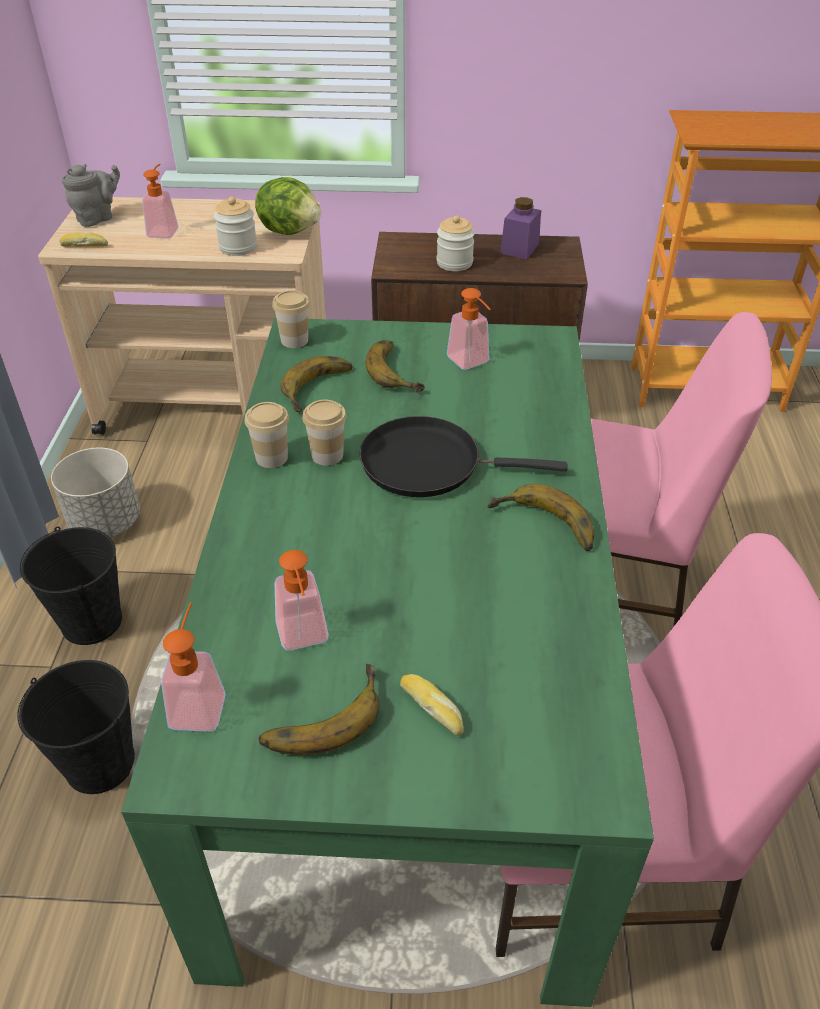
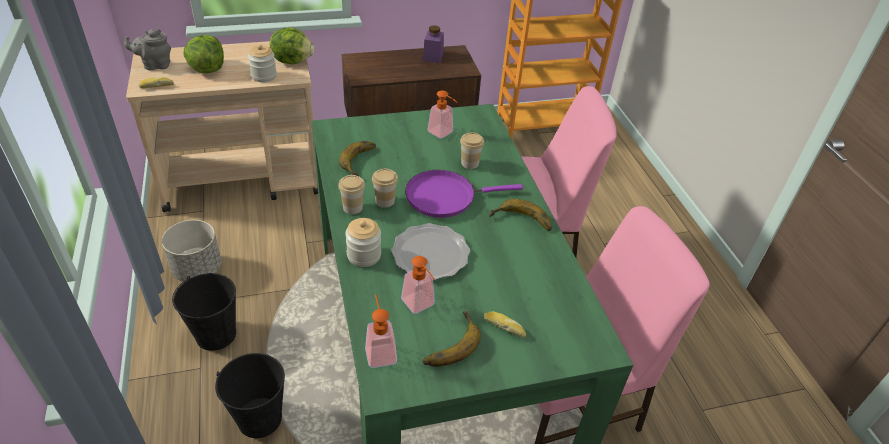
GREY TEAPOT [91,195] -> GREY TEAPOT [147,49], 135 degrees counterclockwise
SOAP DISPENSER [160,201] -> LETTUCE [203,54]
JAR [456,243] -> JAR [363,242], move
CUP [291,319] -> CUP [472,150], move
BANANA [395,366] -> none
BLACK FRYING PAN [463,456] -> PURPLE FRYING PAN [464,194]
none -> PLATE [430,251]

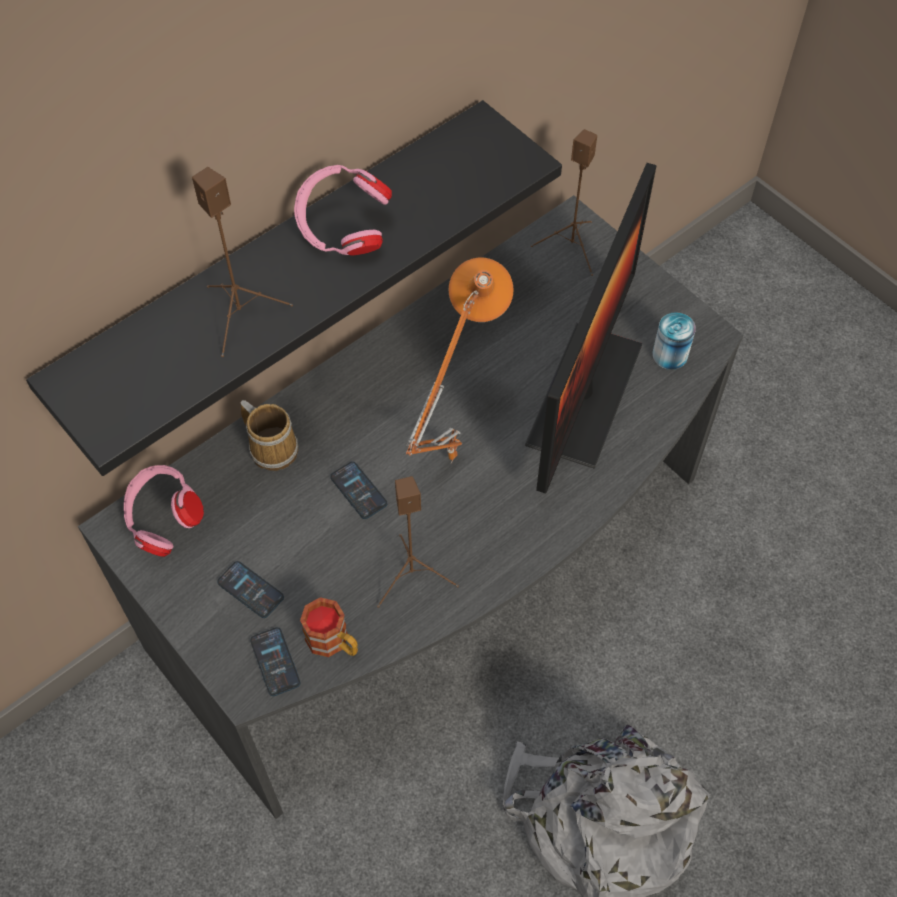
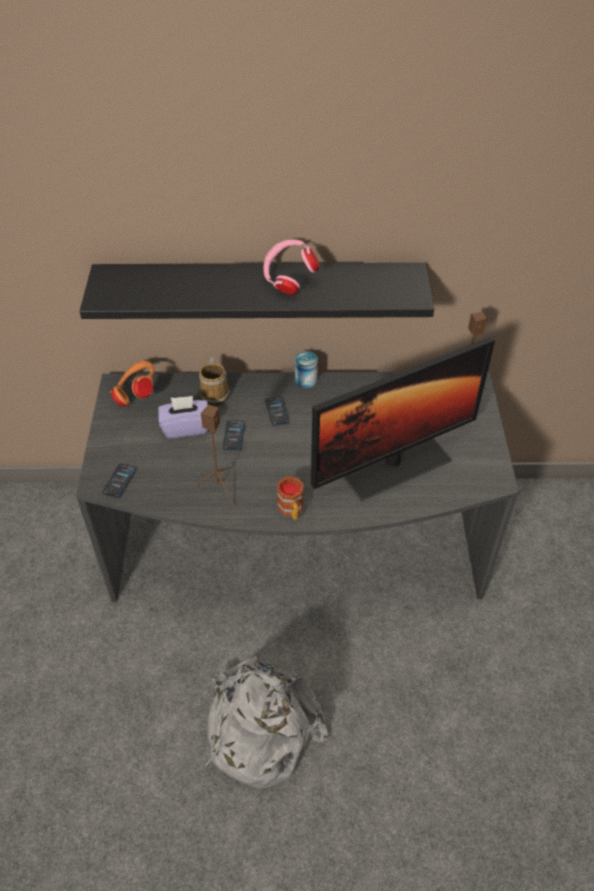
BROWN SPEAKER [242,262] -> none
ORANGE TABLE LAMP [459,360] -> none
CAN [674,341] -> CAN [306,369], move
PINK HEADPHONES [164,511] -> ORANGE HEADPHONES [132,384]
PHONE [250,589] -> PHONE [277,411], move
MUG [329,627] -> MUG [290,498], move
none -> PURPLE TISSUE BOX [183,417]

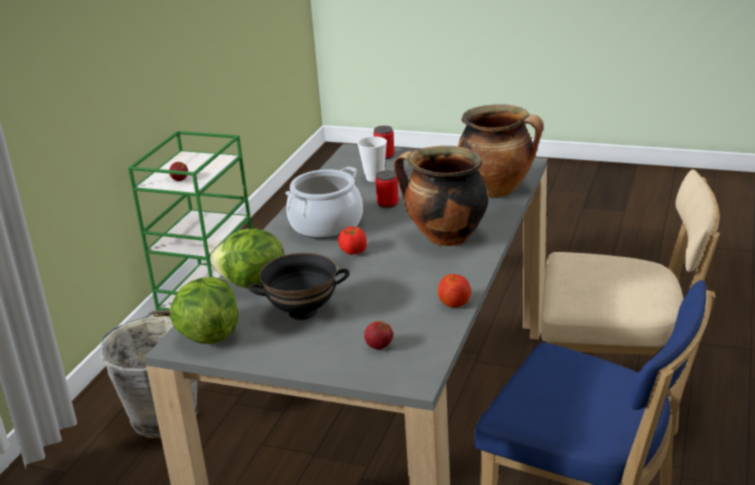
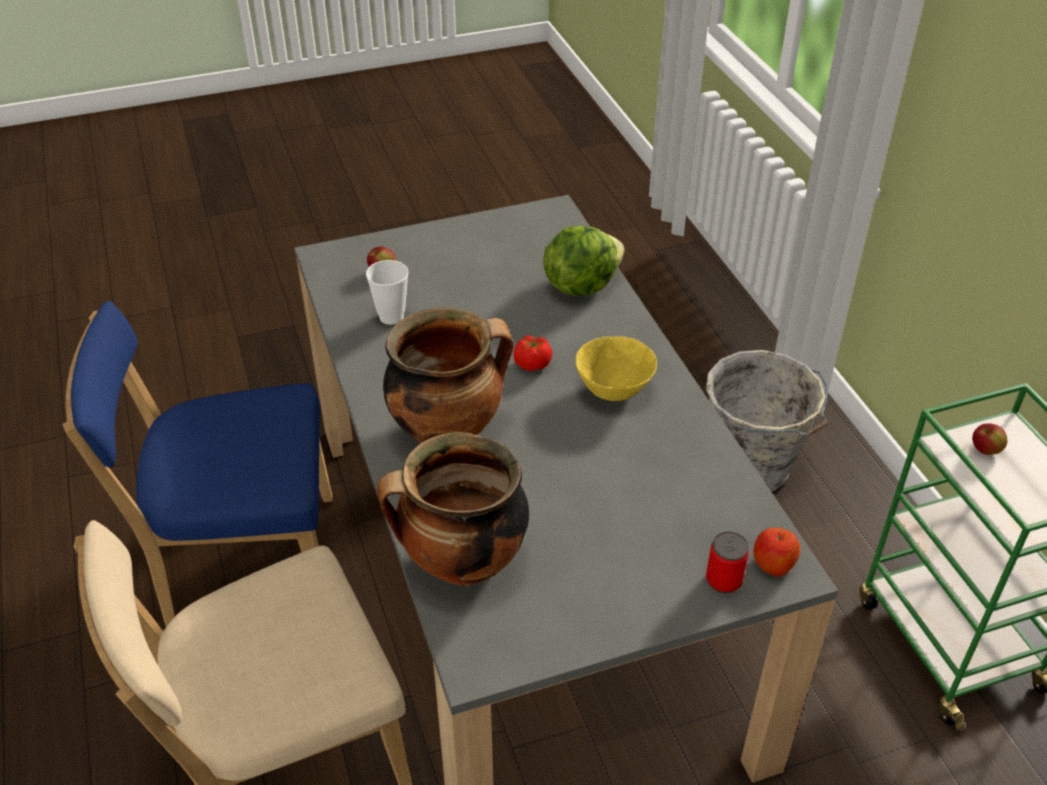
CUP [372,159] -> CUP [387,292], move
COOKING POT [324,203] -> YELLOW BOWL [616,368]
CAN [387,189] -> none
BLACK BOWL [299,286] -> none
APPLE [454,290] -> APPLE [777,552], move
LETTUCE [204,310] -> none

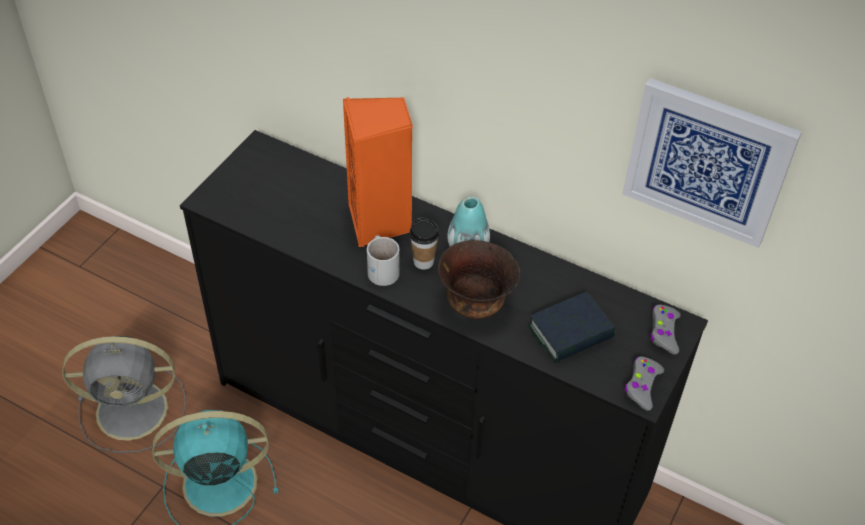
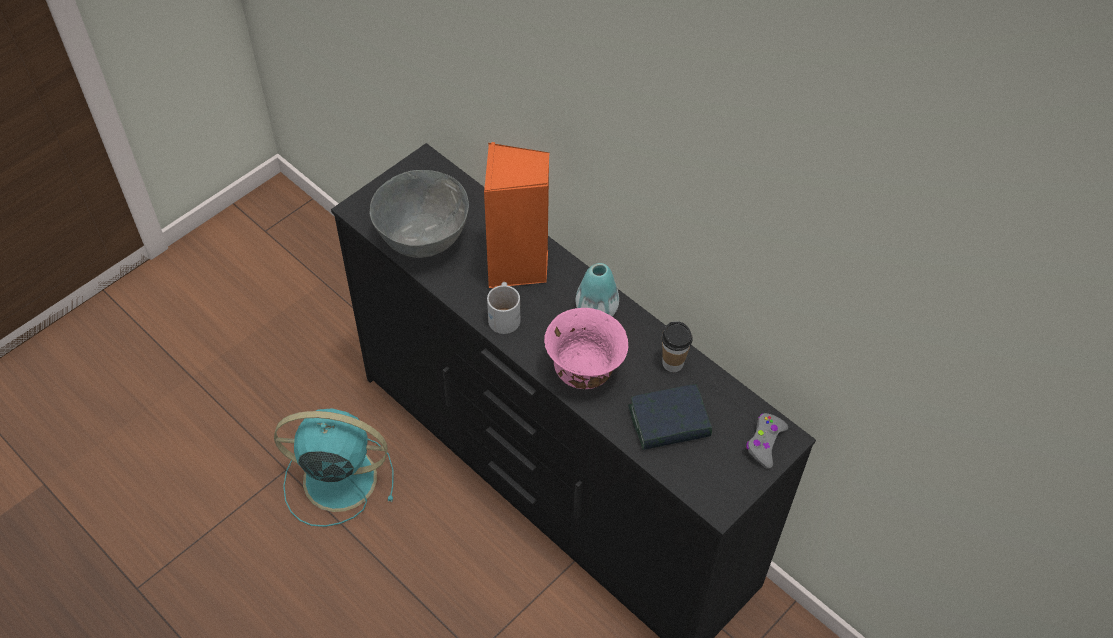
PICTURE [712,163] -> none
CUP [424,244] -> CUP [677,346], move
BROWN BOWL [479,279] -> PINK BOWL [586,348]
GREY FAN [124,394] -> none
GREY GAME CONTROLLER [644,383] -> none
none -> GREY BOWL [419,214]

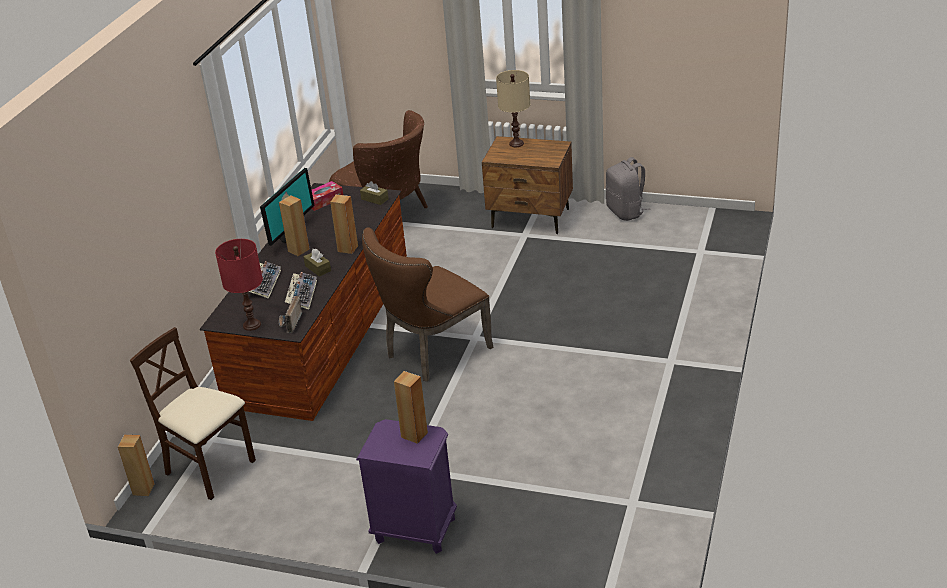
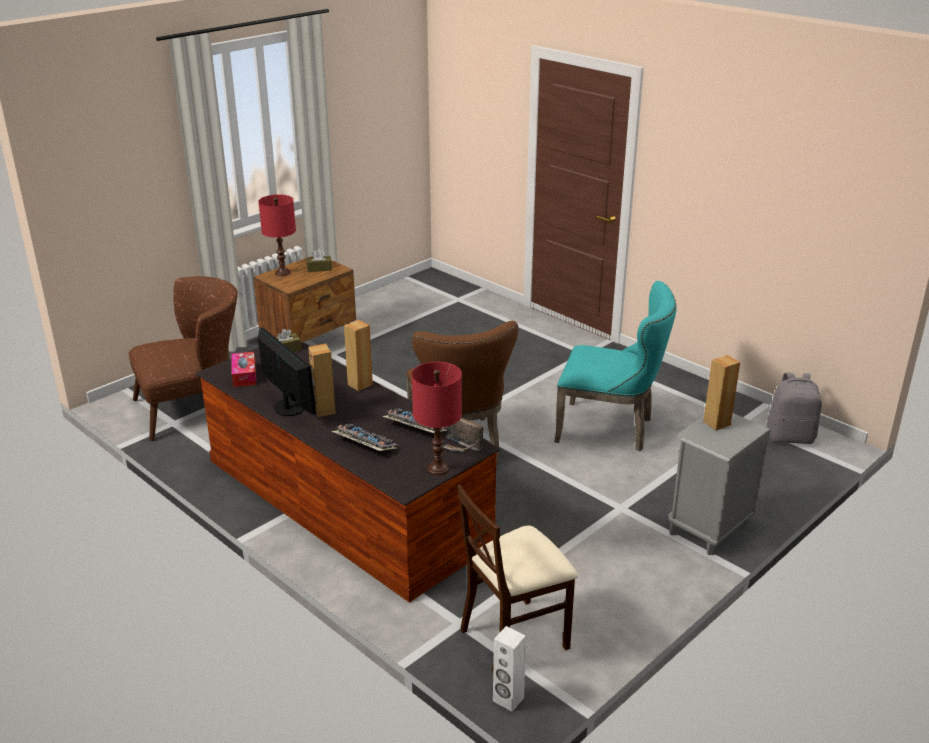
BEIGE TABLE LAMP [513,108] -> RED TABLE LAMP [277,235]
GREY BACKPACK [628,189] -> GREY BACKPACK [794,408], move
BROWN TISSUE BOX [317,263] -> BROWN TISSUE BOX [319,260], move
PURPLE NIGHTSTAND [406,486] -> GREY NIGHTSTAND [719,484]
BROWN SPEAKER [136,465] -> WHITE SPEAKER [509,669]
none -> TURQUOISE CHAIR [615,366]

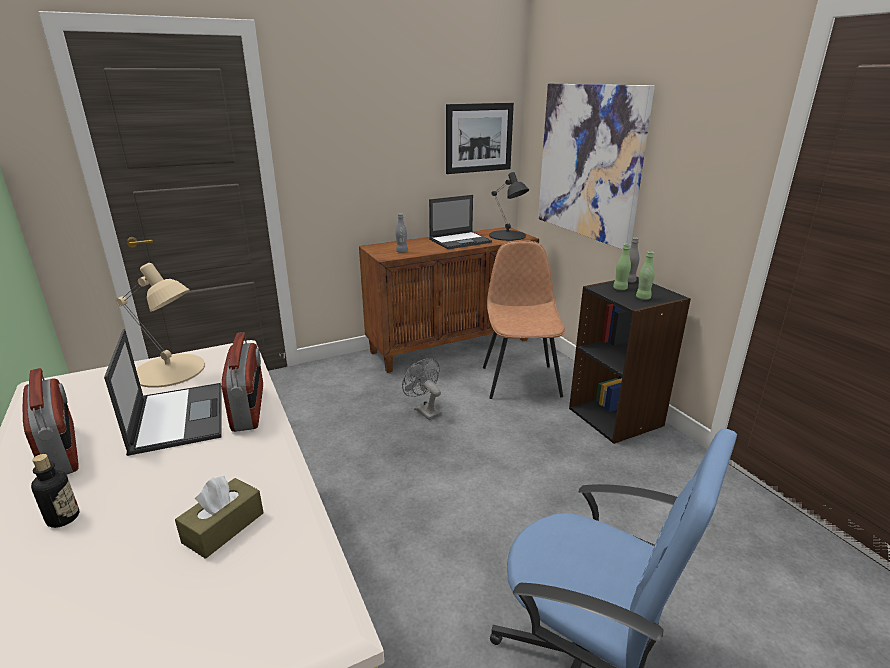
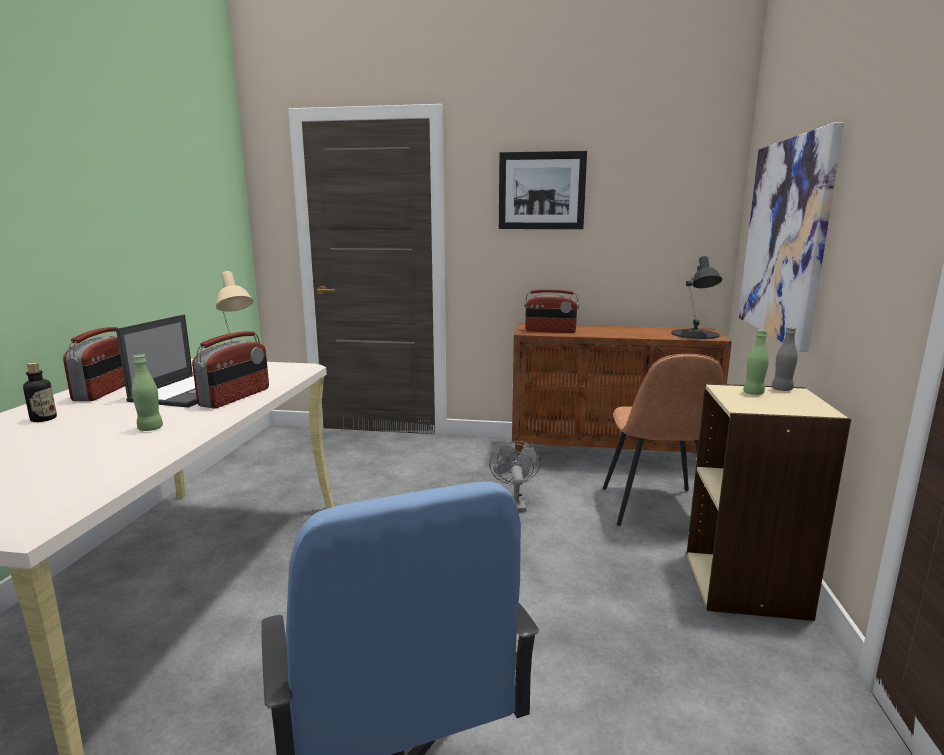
PICTURE [480,138] -> PICTURE [543,190], move
LAPTOP [460,222] -> none
GREY BOTTLE [401,233] -> RADIO [551,311]
BROWN CHAIR [524,319] -> BROWN CHAIR [663,440], 150 degrees clockwise
GREEN BOTTLE [645,275] -> GREEN BOTTLE [147,392], move
BLACK BOOKCASE [630,360] -> BEIGE BOOKCASE [769,502]
BROWN TISSUE BOX [219,517] -> none

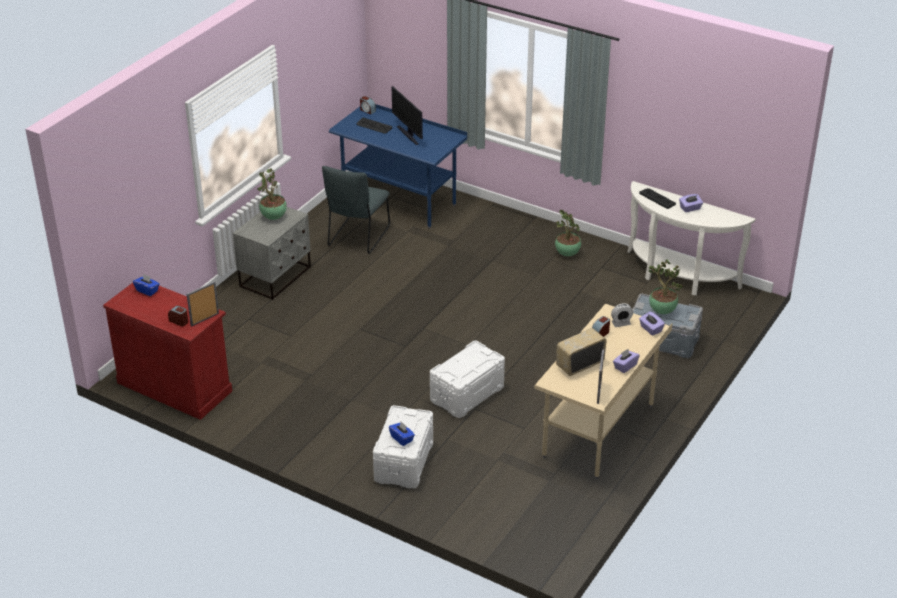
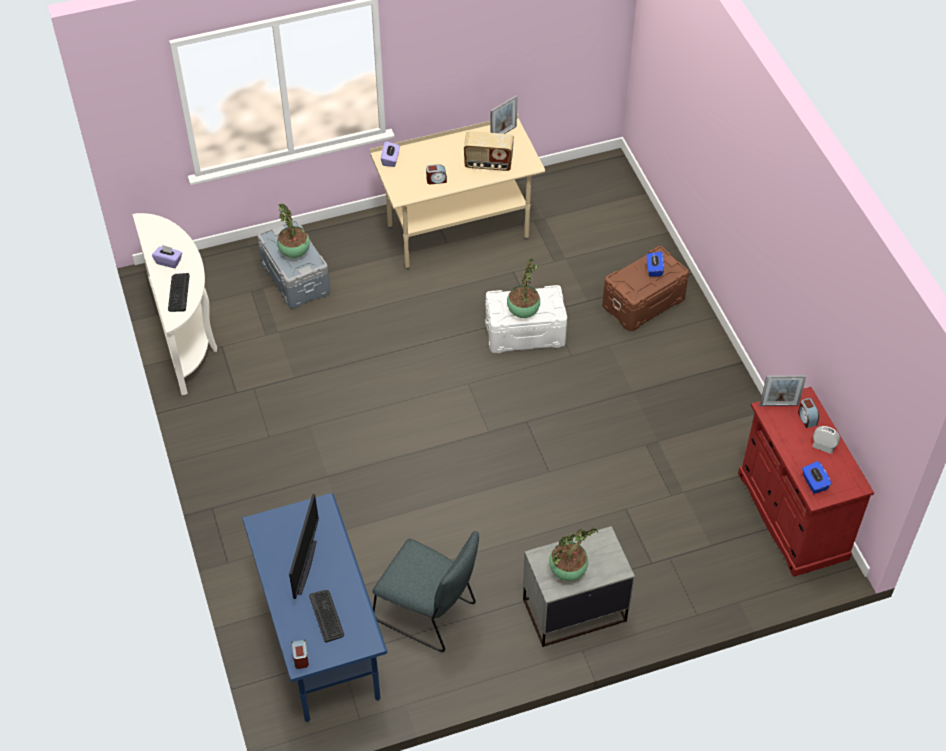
GREY CHAIR [356,210] -> GREY CHAIR [425,591], 60 degrees clockwise
POTTED PLANT [568,233] -> POTTED PLANT [523,288], move
ALARM CLOCK [622,315] -> ALARM CLOCK [826,440], move
PURPLE TISSUE BOX [626,360] -> none
WHITE STORAGE BOX [403,446] -> BROWN STORAGE BOX [645,288]

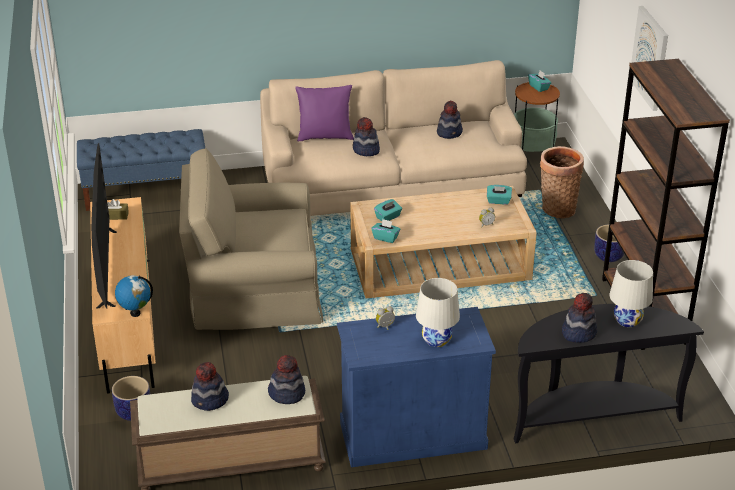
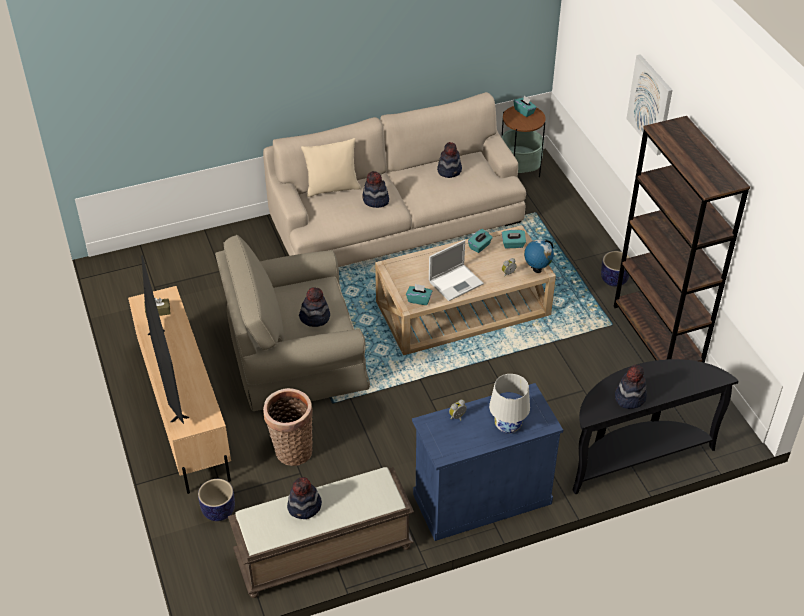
PURPLE PILLOW [324,113] -> BEIGE PILLOW [331,167]
BLUE BENCH [141,170] -> none
BASKET [562,182] -> BASKET [288,427], move
TURQUOISE TISSUE BOX [388,210] -> TURQUOISE TISSUE BOX [480,241], move
WHITE TABLE LAMP [631,293] -> none
GLOBE [134,296] -> GLOBE [539,256], move
HAT [286,379] -> HAT [314,307], move
none -> LAPTOP [456,270]

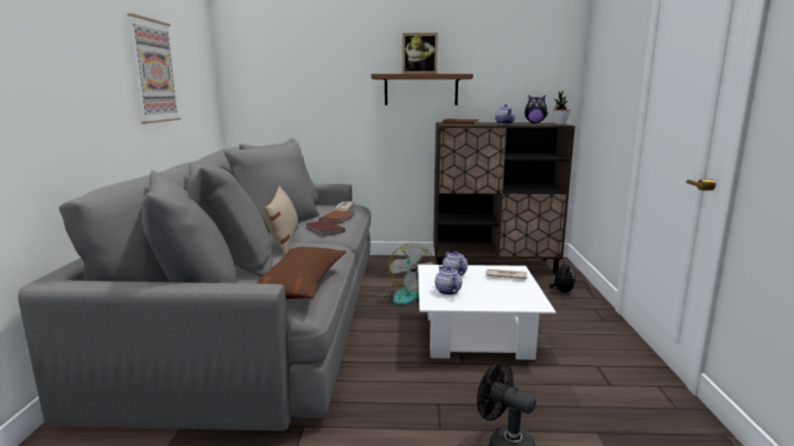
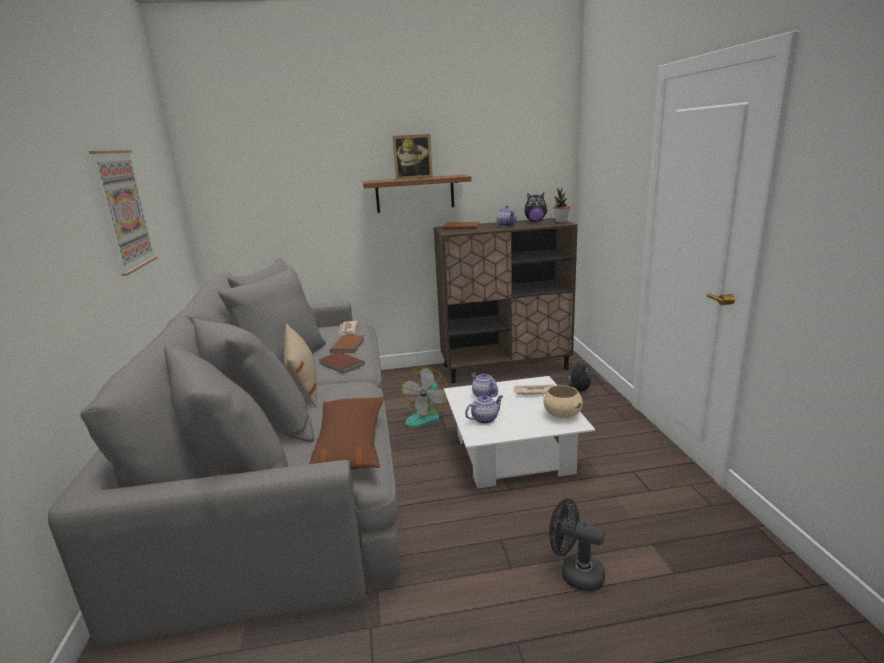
FAN [405,274] -> FAN [424,397], 45 degrees clockwise
TEAPOT [448,280] -> TEAPOT [484,409], 90 degrees clockwise
none -> BEIGE BOWL [563,401]

